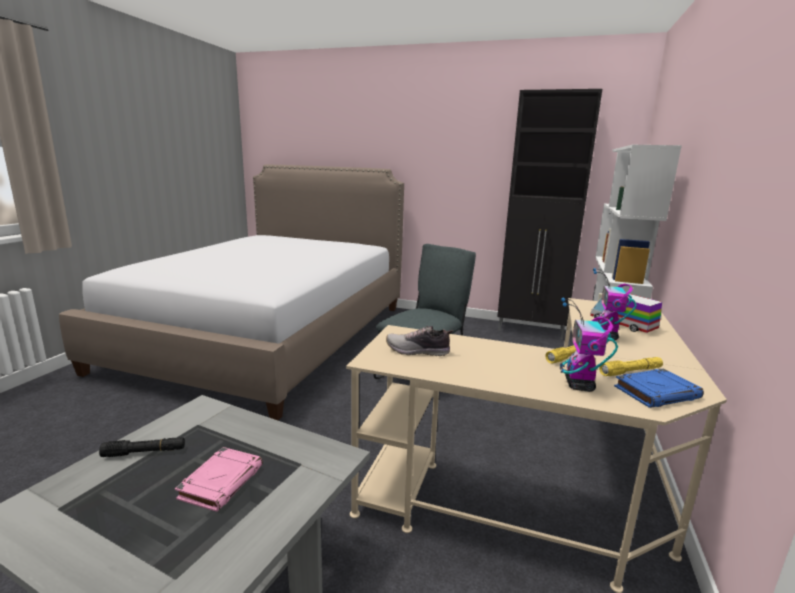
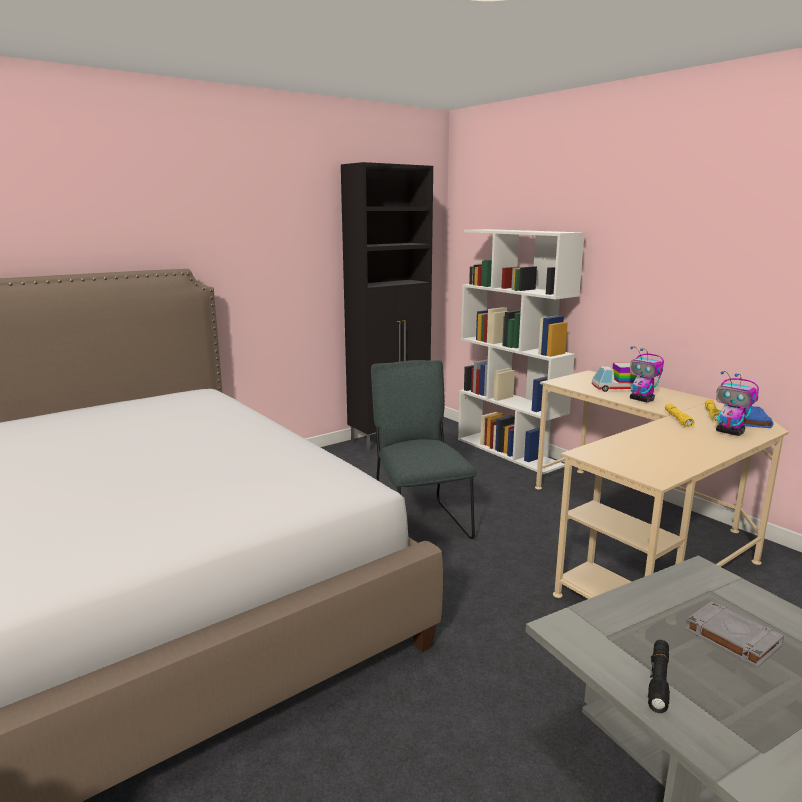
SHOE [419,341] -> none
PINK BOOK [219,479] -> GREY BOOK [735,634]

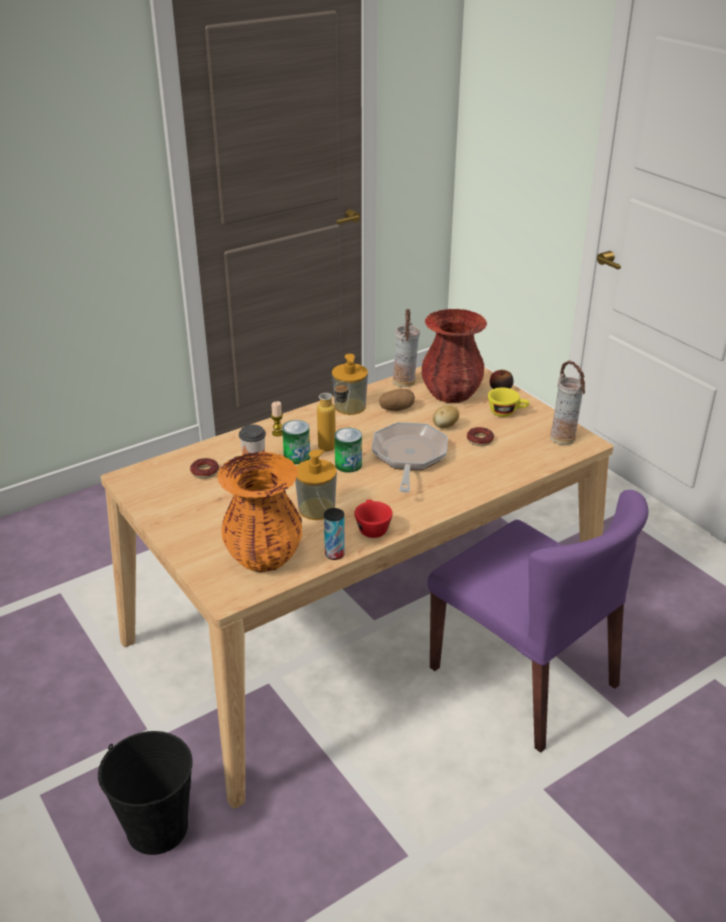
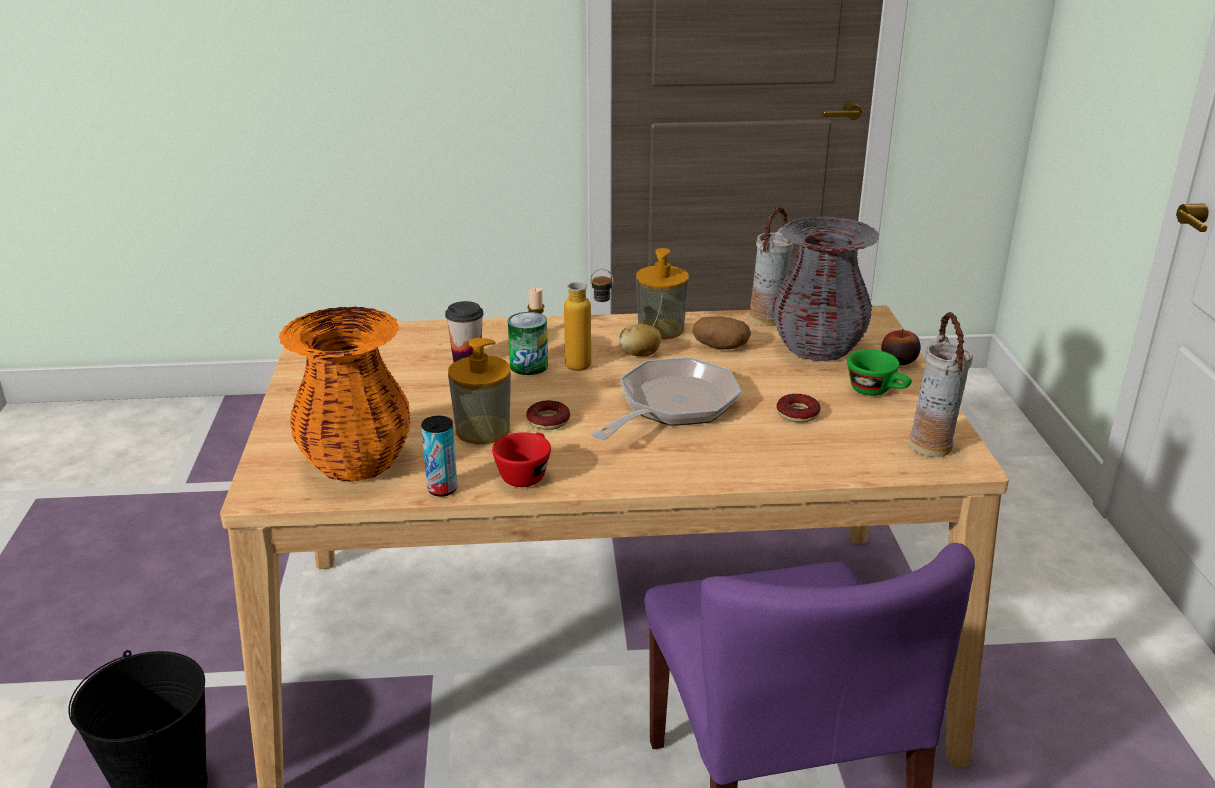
RED VASE [454,356] -> GREY VASE [825,288]
YELLOW CUP [508,402] -> GREEN CUP [879,372]
POTATO [446,417] -> POTATO [640,340], move
CAN [348,450] -> none
DONUT [204,468] -> DONUT [548,415], move

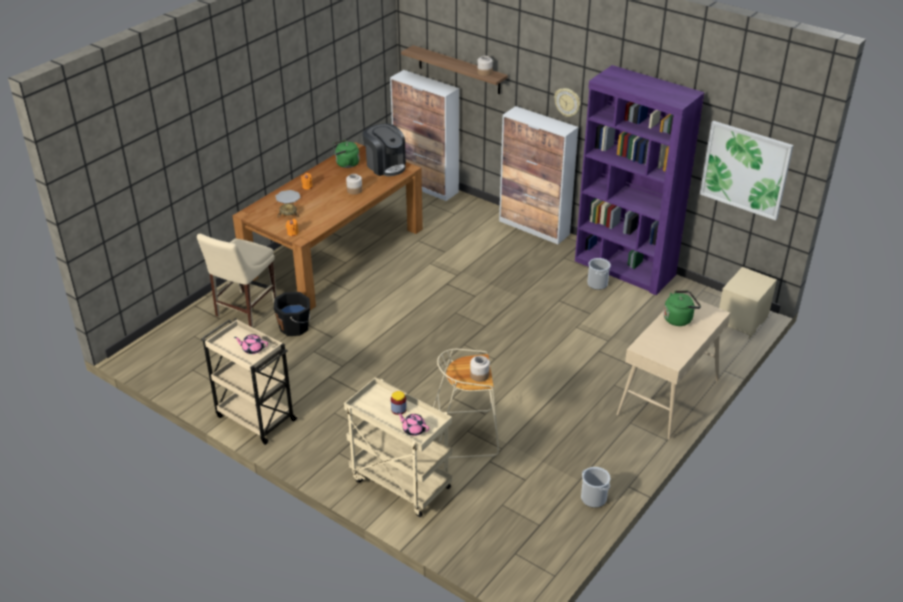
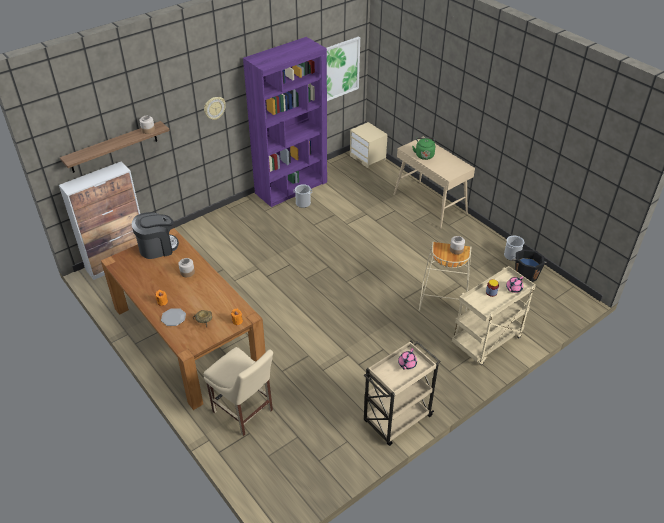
CABINET [538,175] -> none
GREEN KETTLE [346,154] -> none
BLACK BUCKET [292,314] -> BLACK BUCKET [529,265], move

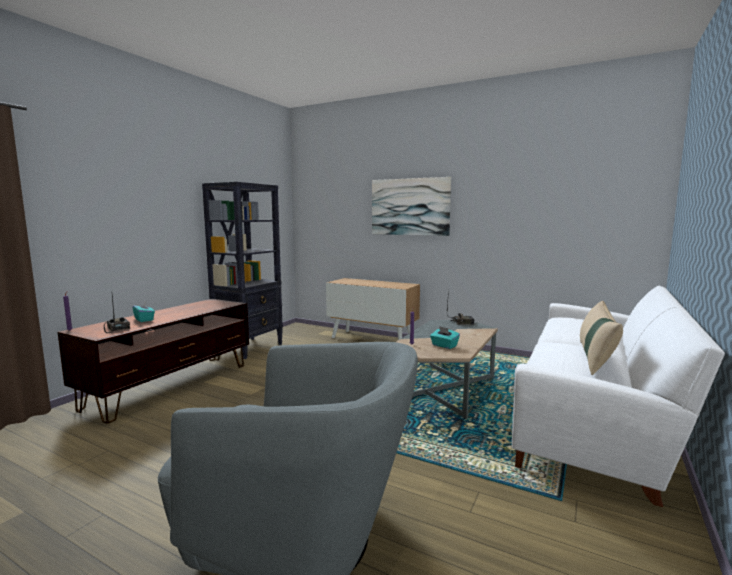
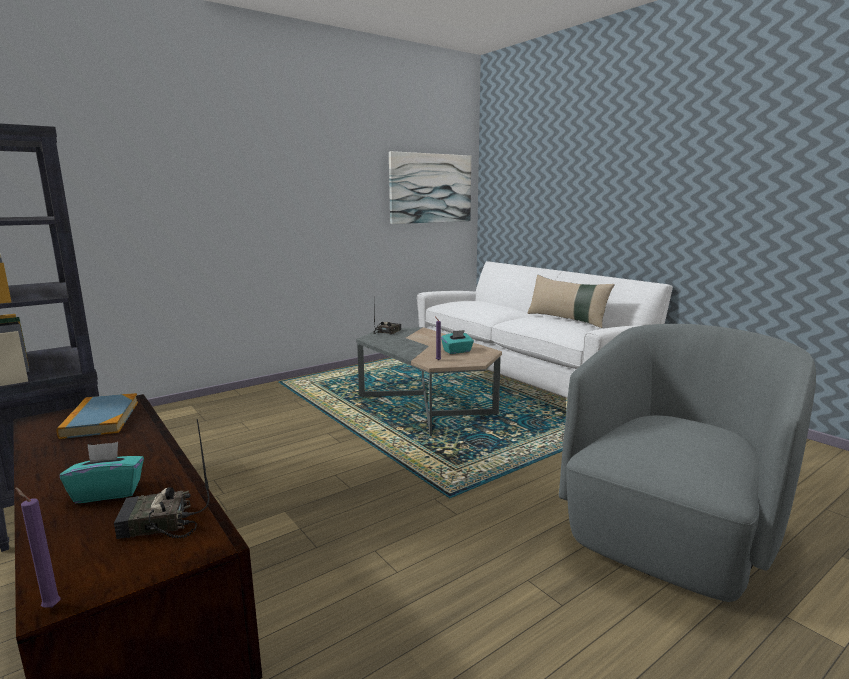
PICTURE [411,206] -> PICTURE [430,187], move
CABINET [373,309] -> none
none -> BOOK [97,416]

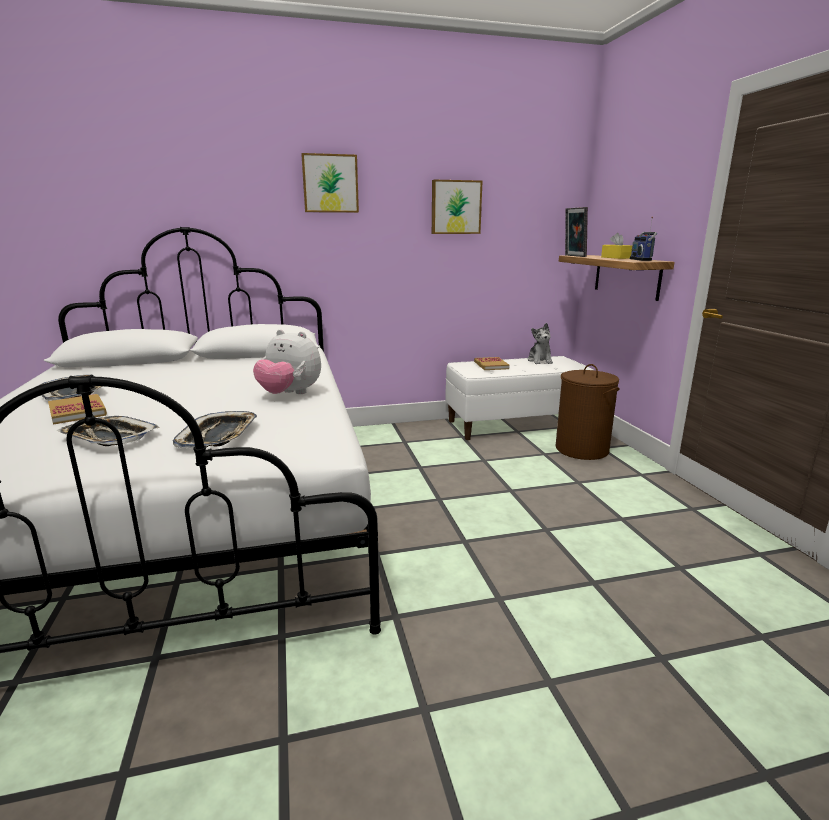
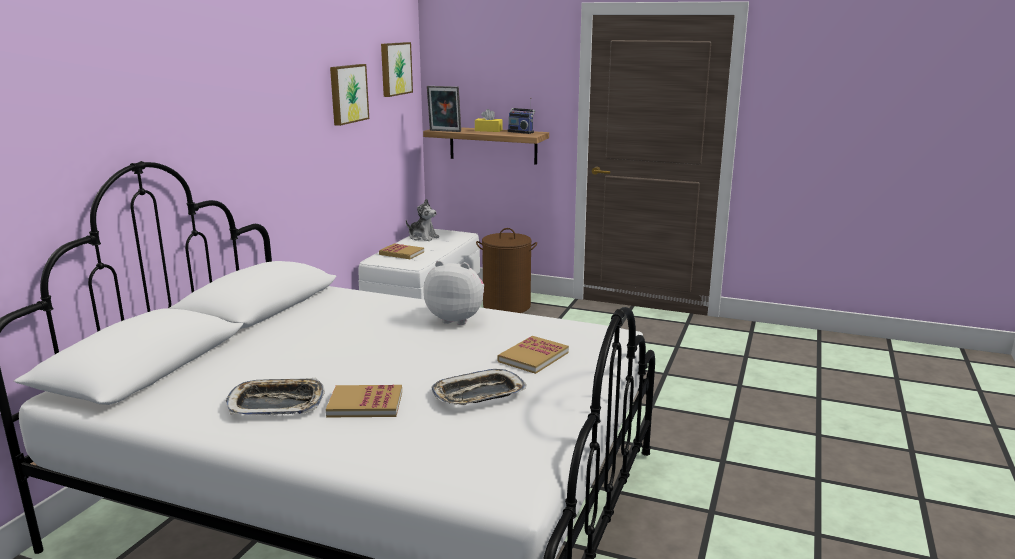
PICTURE [330,183] -> PICTURE [397,69], move
PLUSH TOY [287,361] -> PLUSH TOY [454,292], 135 degrees counterclockwise
TRAY [215,429] -> BOOK [533,355]

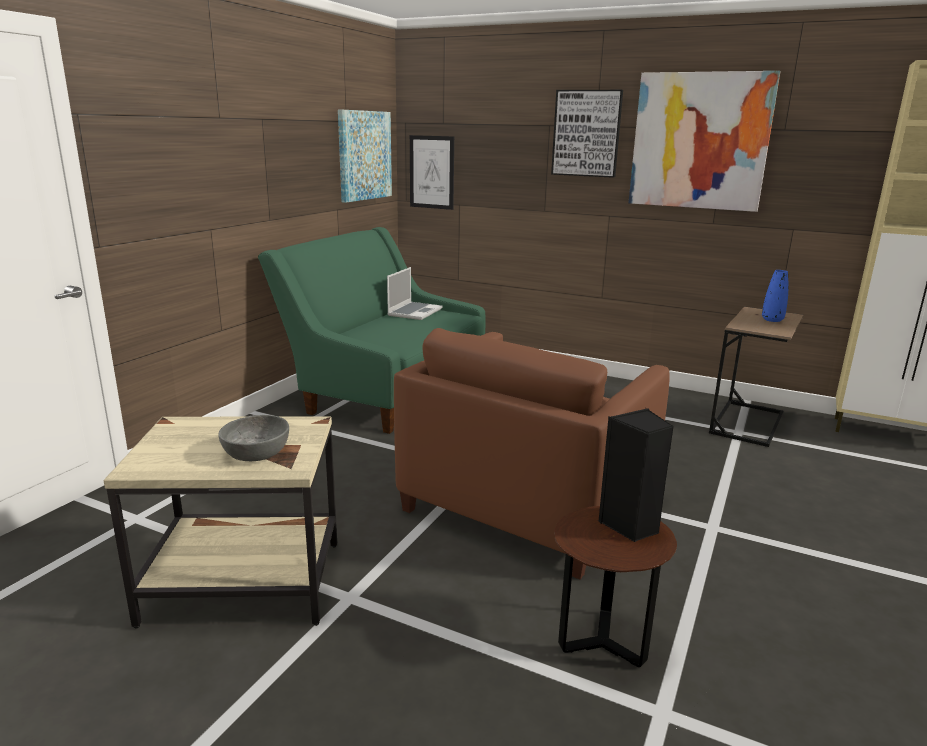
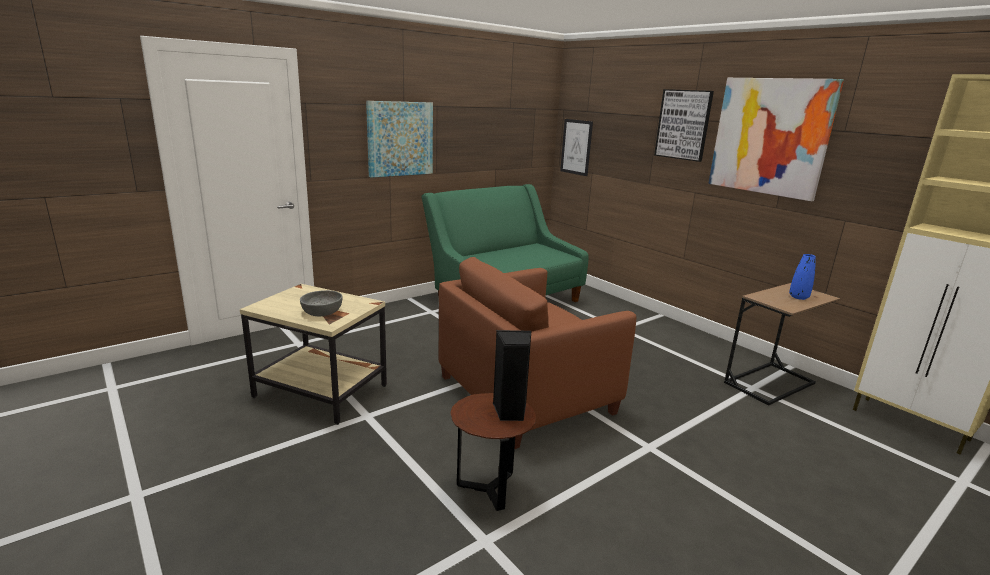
PICTURE [365,156] -> PICTURE [399,139], move
LAPTOP [415,293] -> none

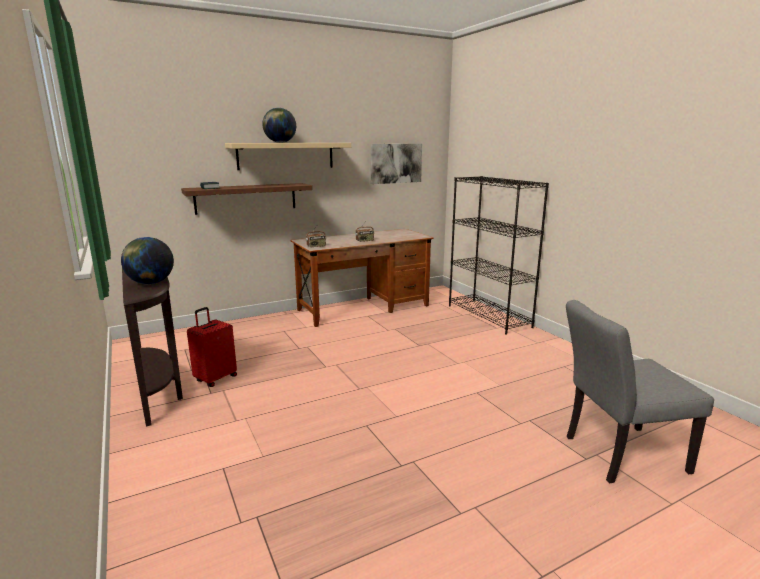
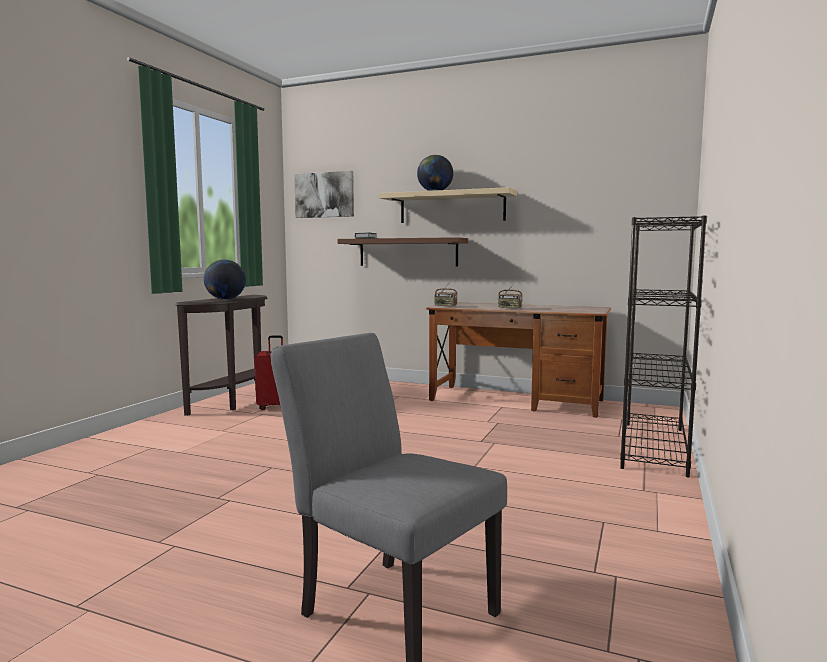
PICTURE [396,164] -> PICTURE [324,194], move

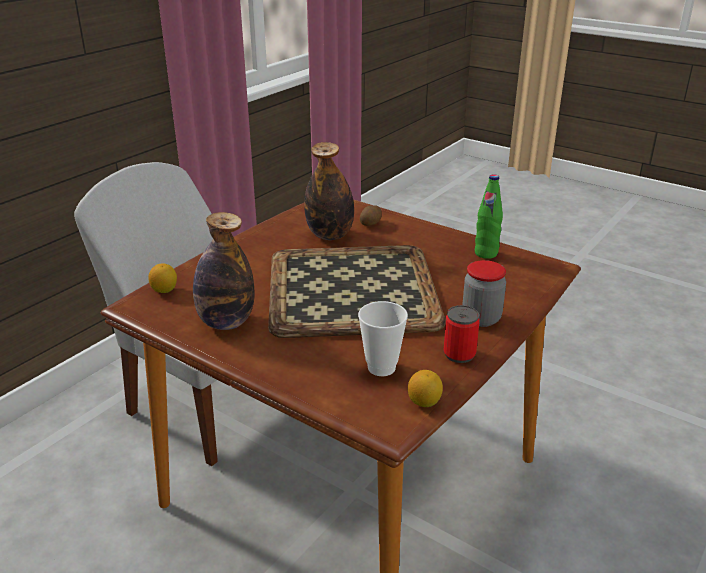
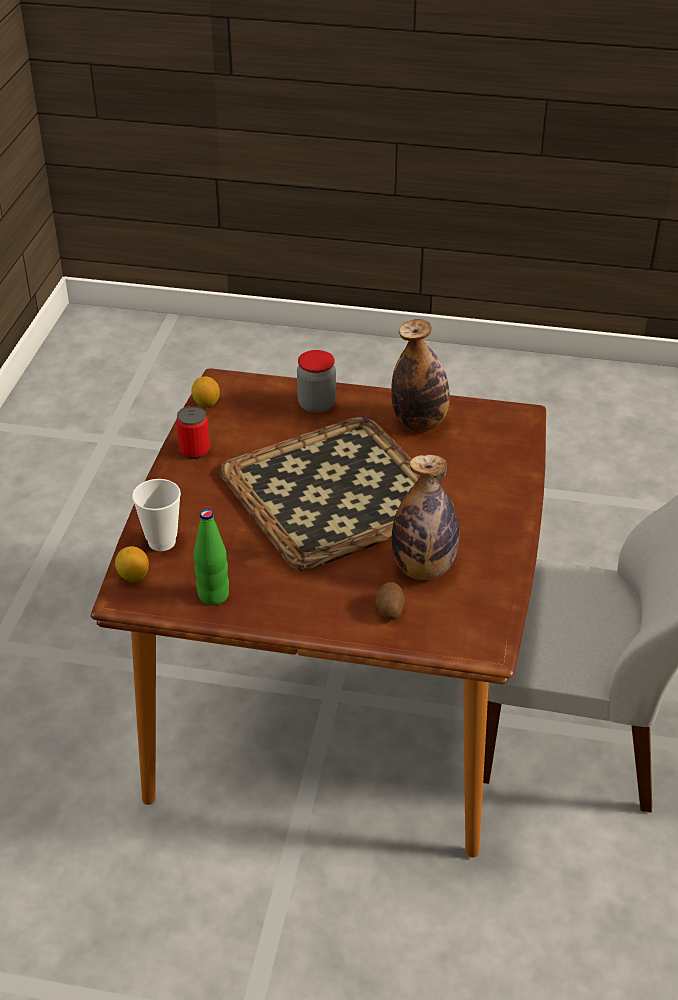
JAR [484,293] -> JAR [316,381], move
LEMON [162,278] -> LEMON [132,564], move
CUP [383,338] -> CUP [156,515], move

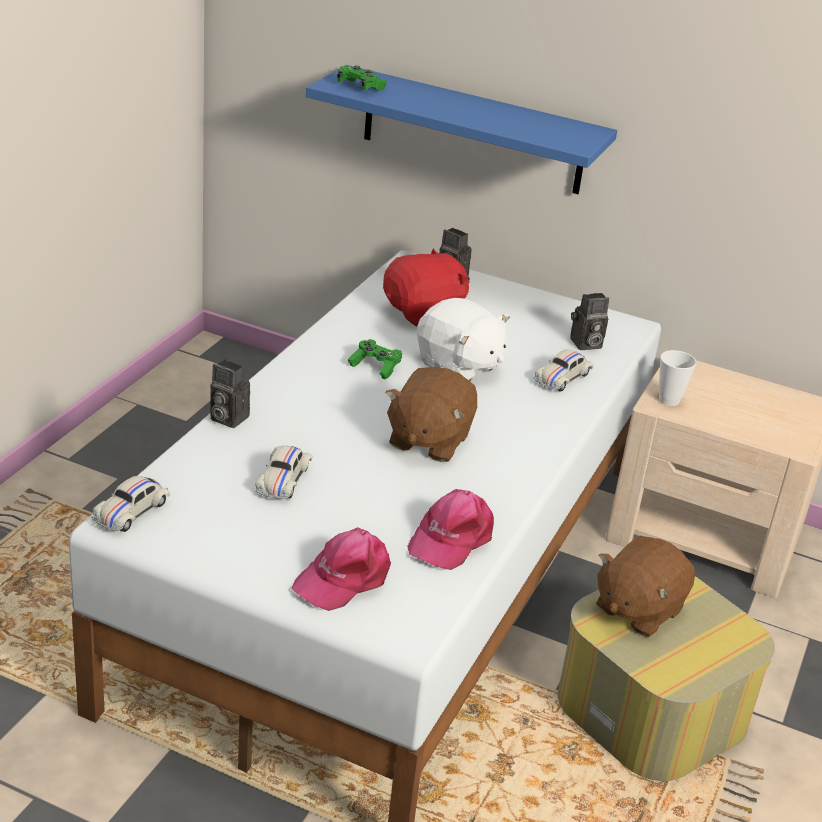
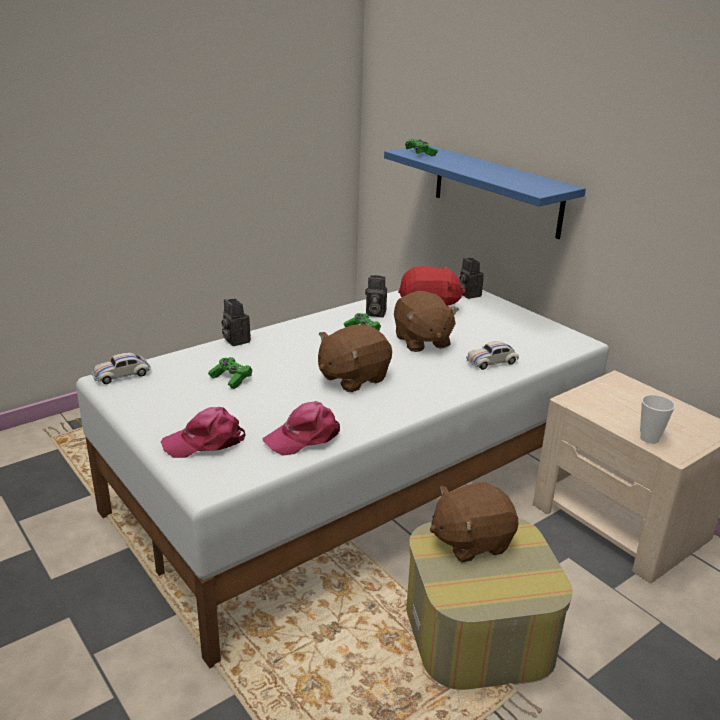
PHOTO CAMERA [589,321] -> PHOTO CAMERA [376,296], move
WHITE PLUSH TOY [463,339] -> BROWN PLUSH TOY [426,321]
CUP [678,378] -> CUP [657,419], move
WHITE TOY CAR [283,472] -> GREEN GAME CONTROLLER [230,373]

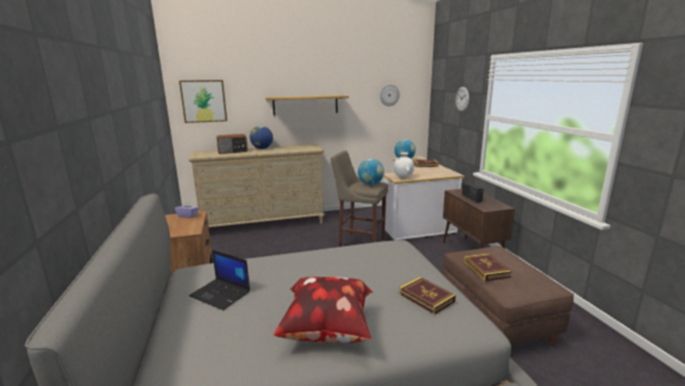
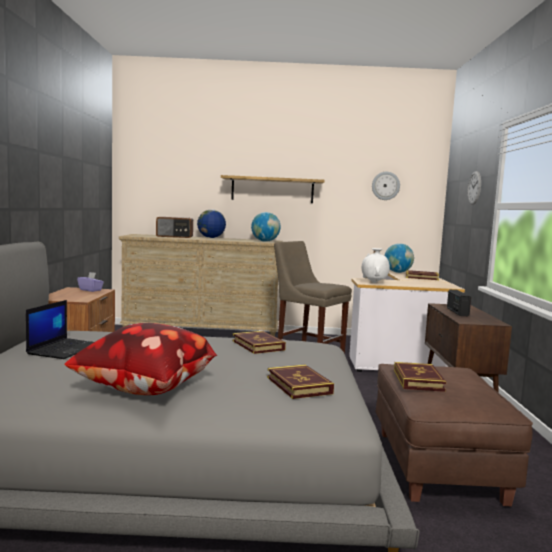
PICTURE [203,101] -> none
GLOBE [371,172] -> GLOBE [266,227], move
LAPTOP [219,280] -> LAPTOP [60,329], 120 degrees counterclockwise
none -> BOOK [259,342]

